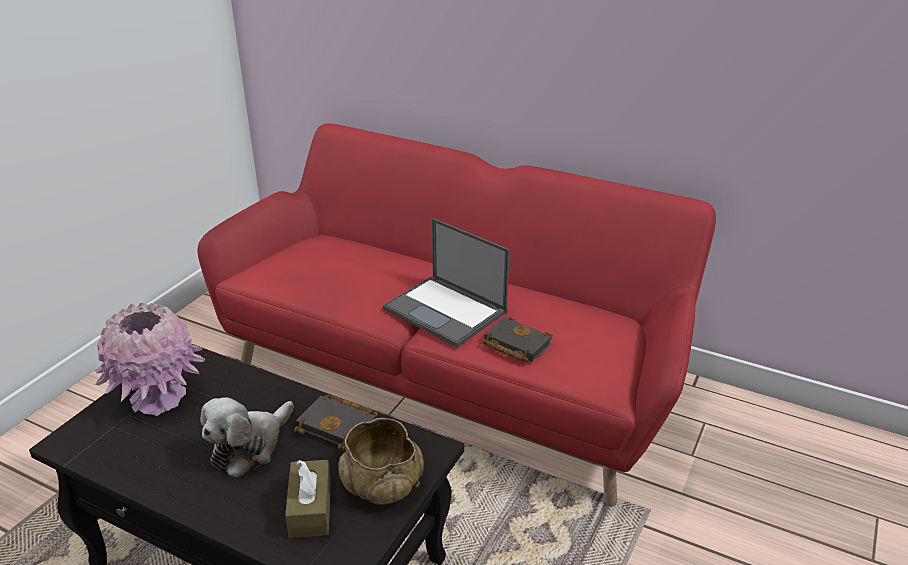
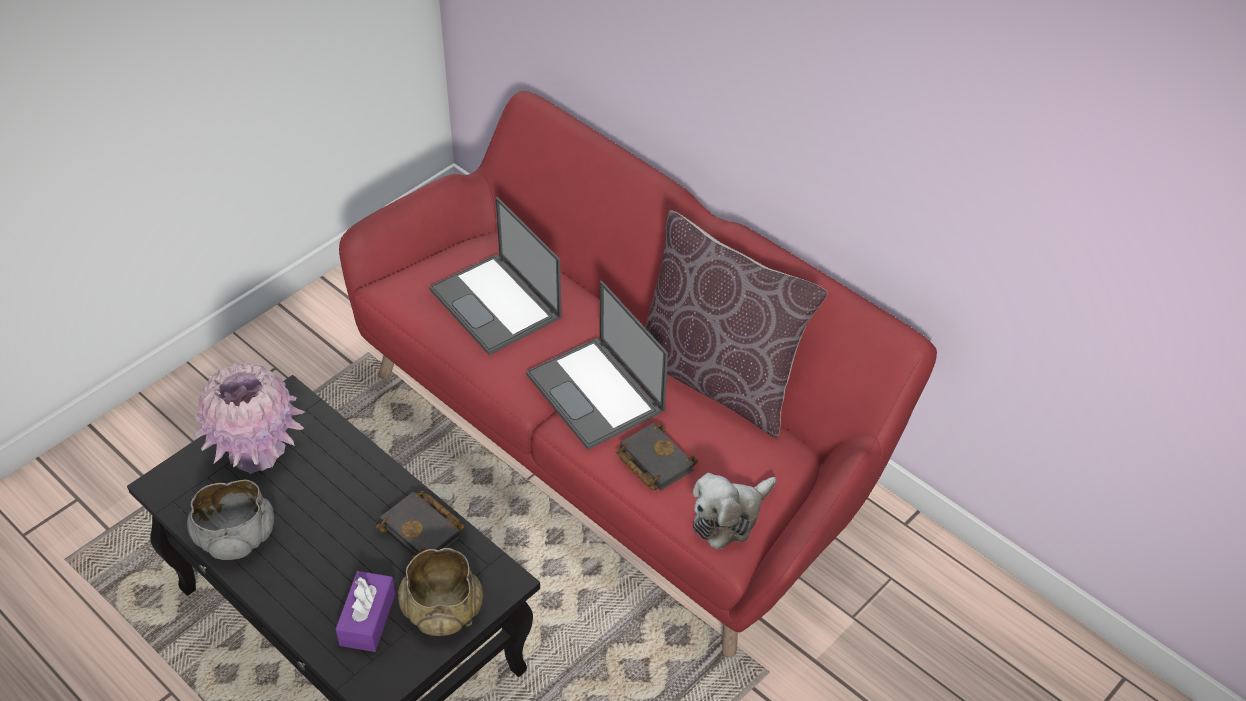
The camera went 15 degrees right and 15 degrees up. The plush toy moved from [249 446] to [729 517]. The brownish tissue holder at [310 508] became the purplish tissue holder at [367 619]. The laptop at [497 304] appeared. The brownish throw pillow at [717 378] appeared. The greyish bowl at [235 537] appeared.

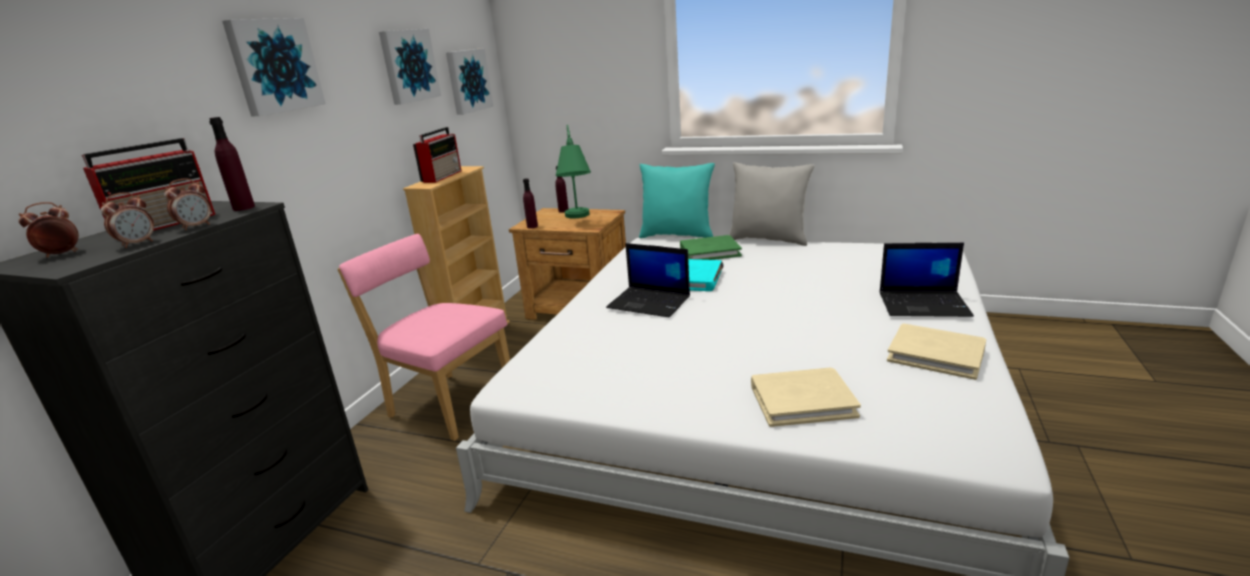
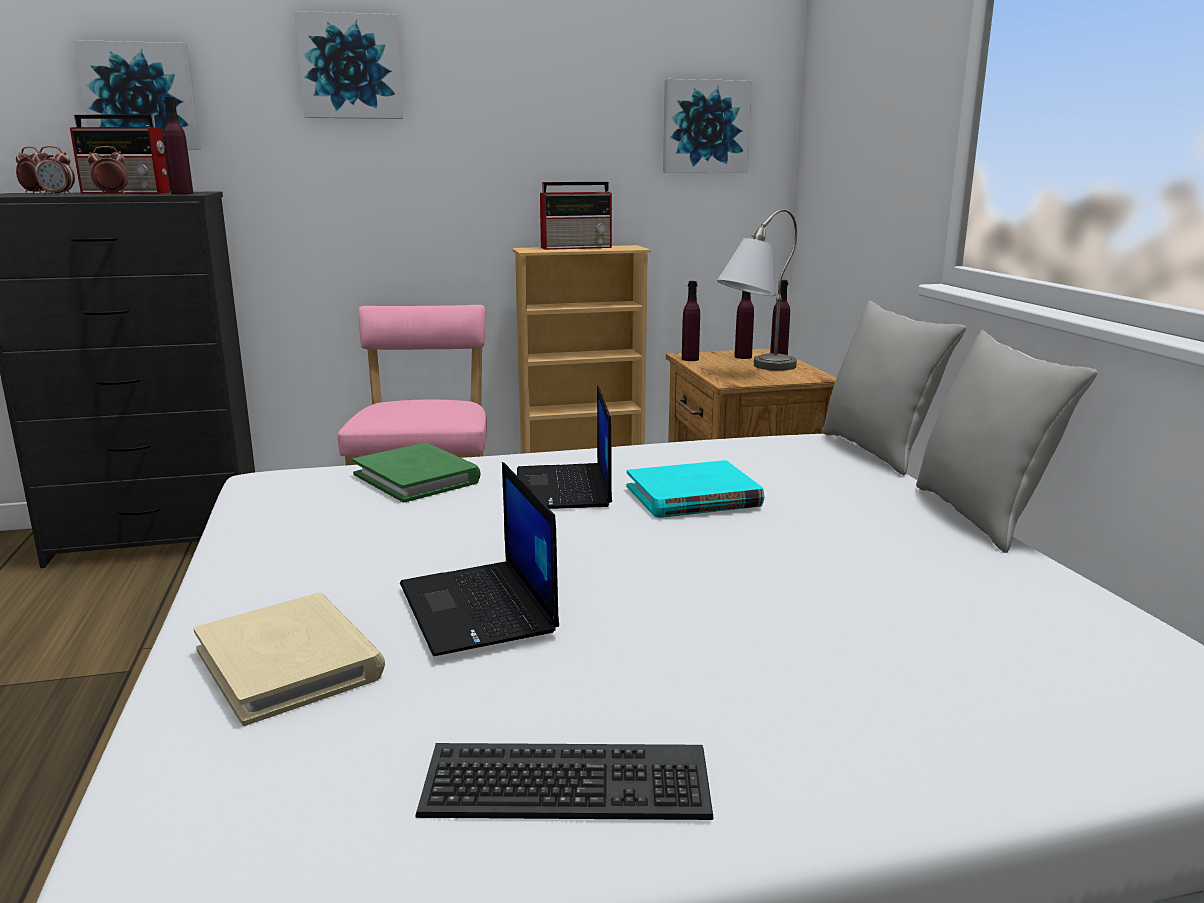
The camera went 55 degrees right and 5 degrees down. The wall picture moved from [408 66] to [140 97]. The green table lamp at [577 219] became the greyish table lamp at [754 369]. The turquoise throw pillow at [677 235] became the greyish throw pillow at [878 451]. The table clock at [196 226] turned 150 degrees clockwise. The green bound book moved from [710 252] to [417 478]. The laptop moved from [924 304] to [479 608]. The sand-coloured bound book at [936 354] was replaced by the computer keyboard at [566 785]. The purplish bottle at [743 357] appeared.

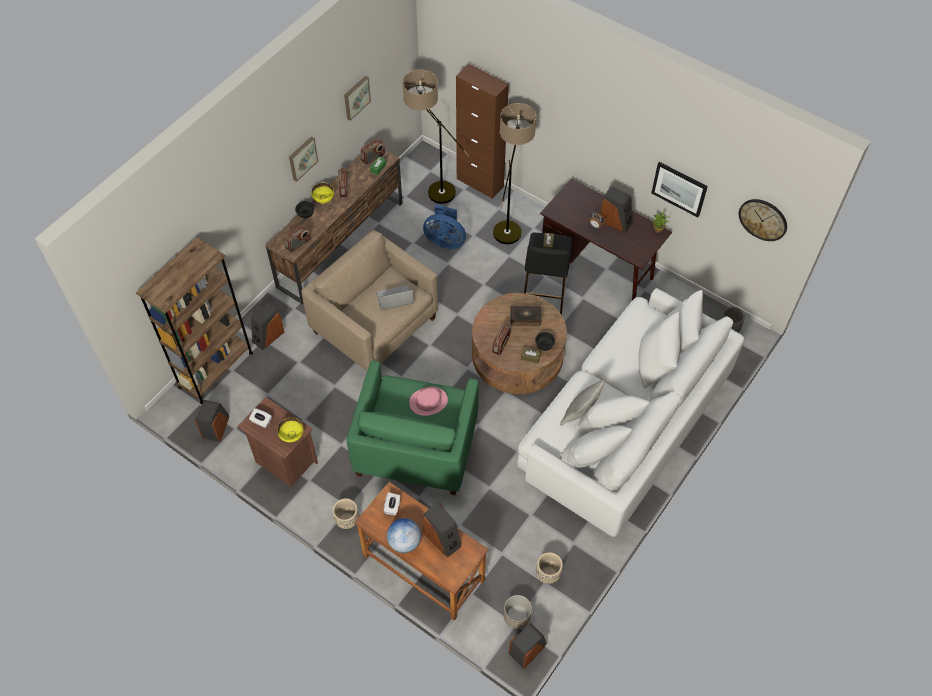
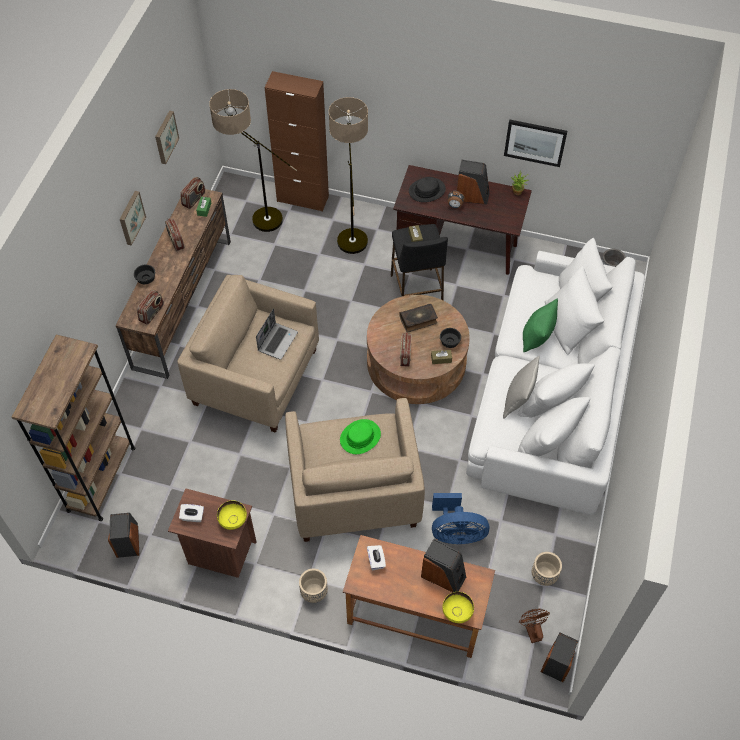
The camera went 20 degrees left and 0 degrees up. The yellowish bowl moved from [324 200] to [457 613]. The wall clock at [763 219] disappeared. The blue-coloured electric fan moved from [445 241] to [456 533]. The laptop at [394 299] turned 150 degrees clockwise. The speaker at [268 336] disappeared. The green lounge chair at [416 447] became the sand-coloured lounge chair at [353 490]. The pinkish clothing hat at [428 401] became the green clothing hat at [360 437]. The world globe at [404 542] disappeared. The flower pot at [516 616] was replaced by the brownish electric fan at [532 630]. The black-coloured clothing hat at [427 190] appeared. The green throw pillow at [537 337] appeared.

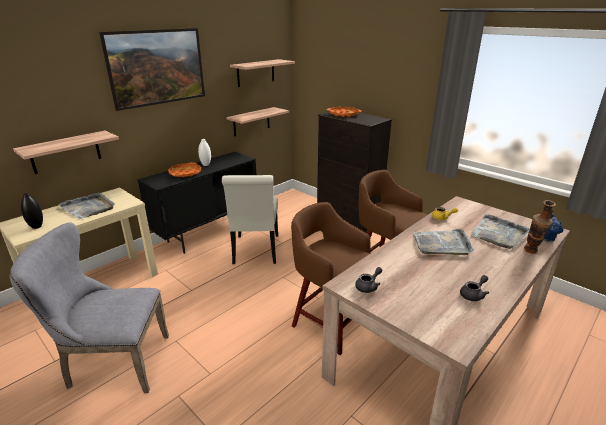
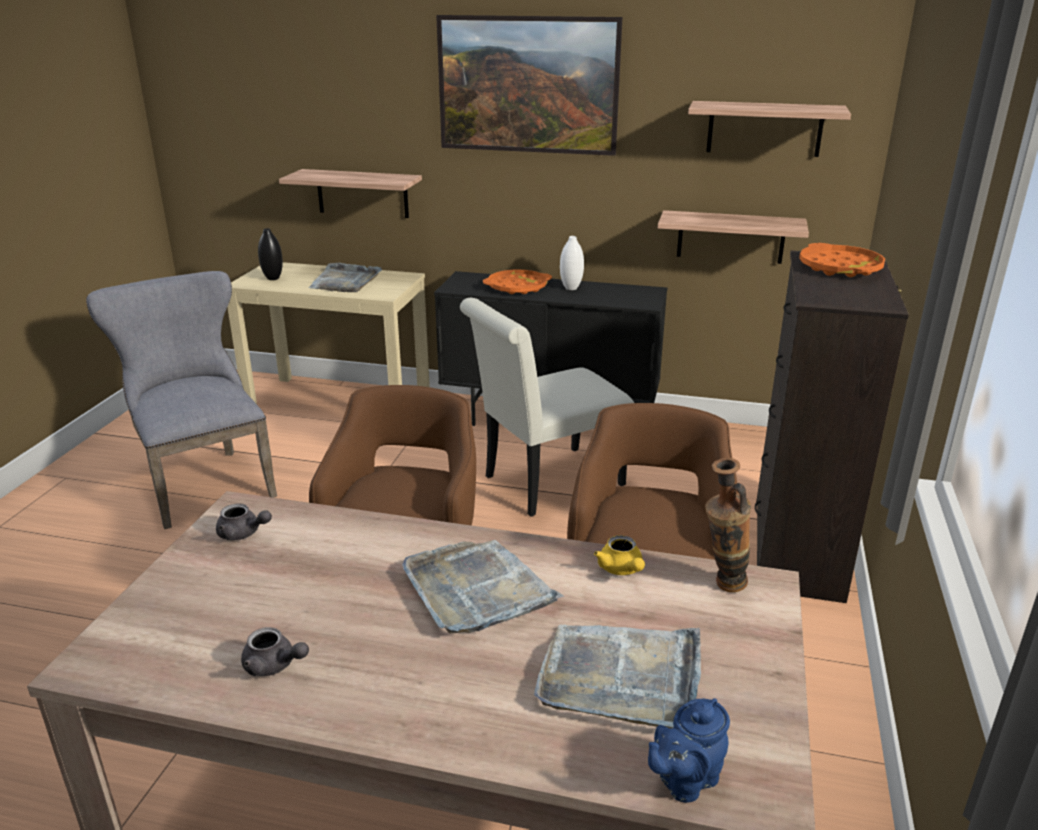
The camera went 60 degrees right and 0 degrees up. The decorative vase moved from [531 252] to [721 586].

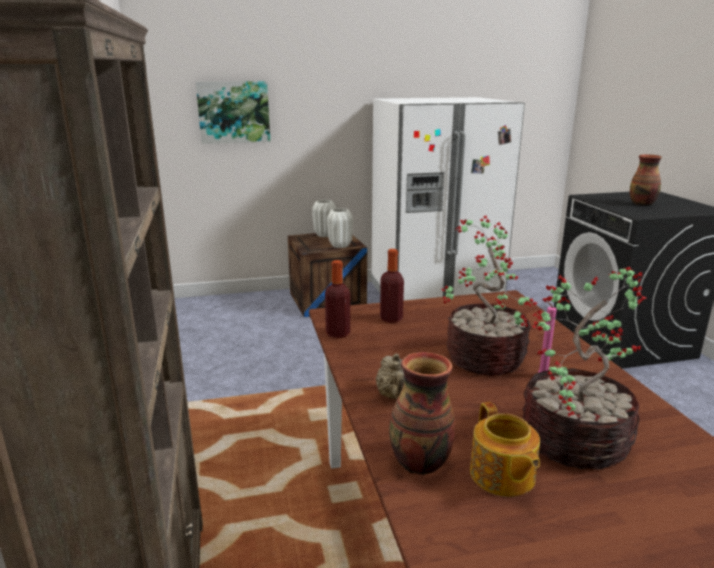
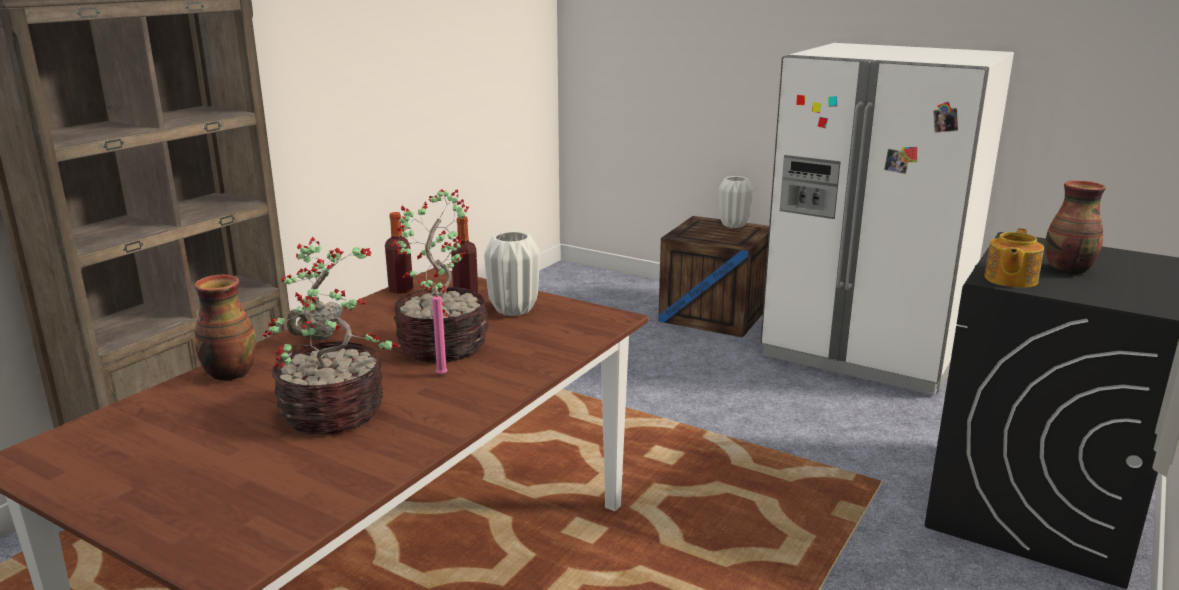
The camera went 45 degrees right and 0 degrees up. The wall picture at [234 112] disappeared. The white decorative vase moved from [340 246] to [513 310]. The tea pot moved from [502 476] to [1009 279].

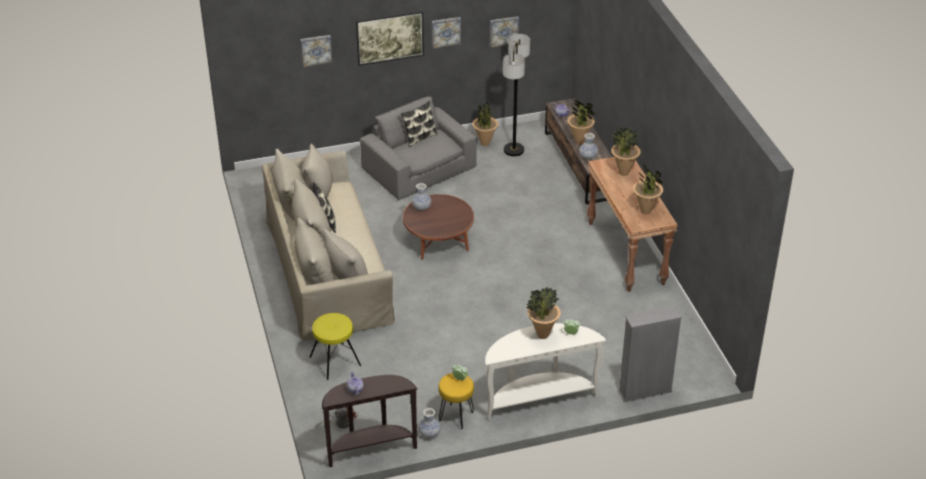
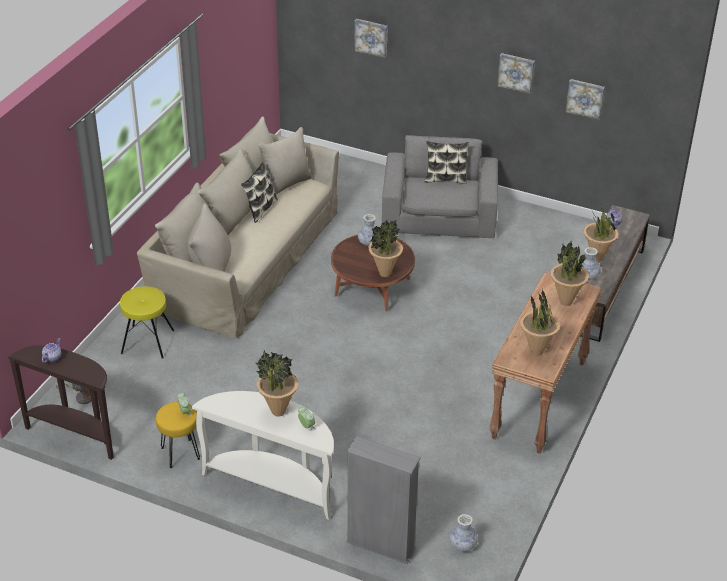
The camera went 40 degrees right and 0 degrees up. The wall picture at [390 49] disappeared. The standard lamp at [514 150] disappeared. The houseplant moved from [485 144] to [385 274]. The decorative vase moved from [429 433] to [462 545].

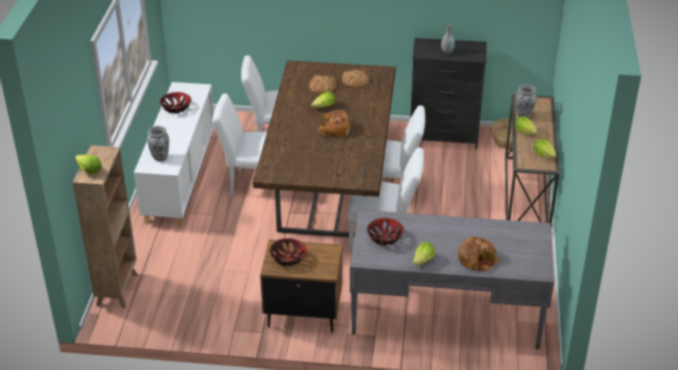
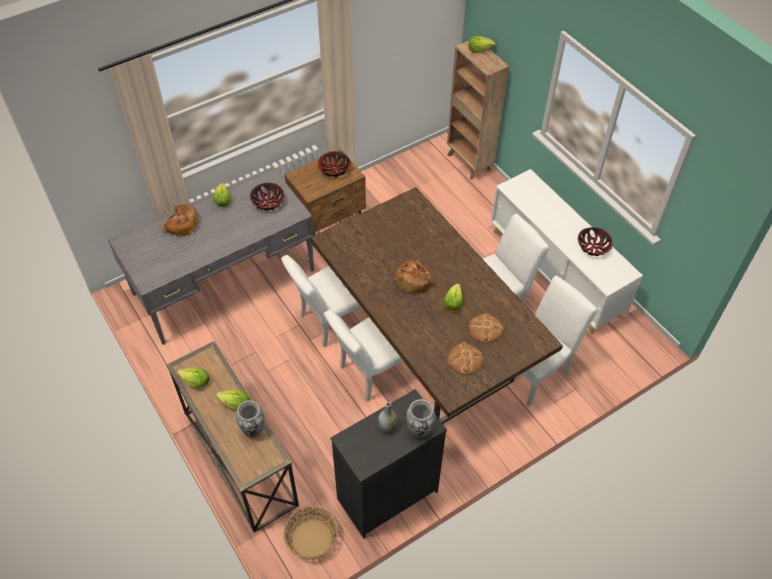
The camera went 140 degrees right and 15 degrees up. The decorative vase moved from [160 157] to [419 431].

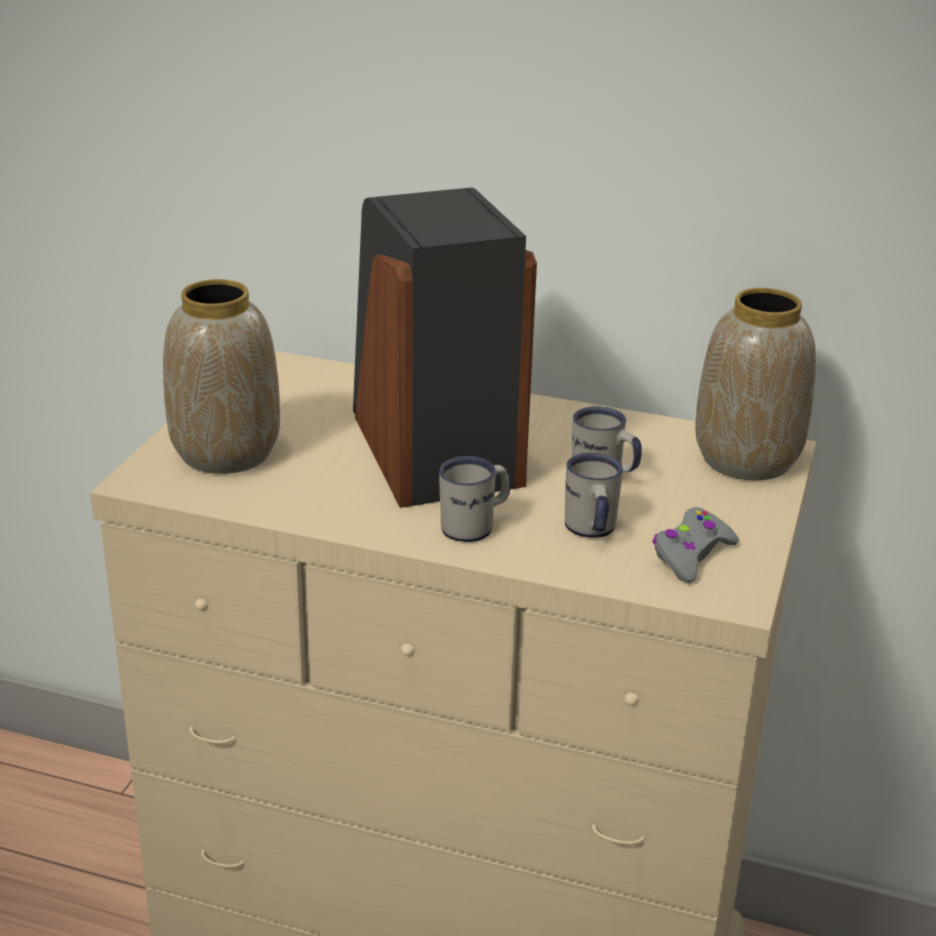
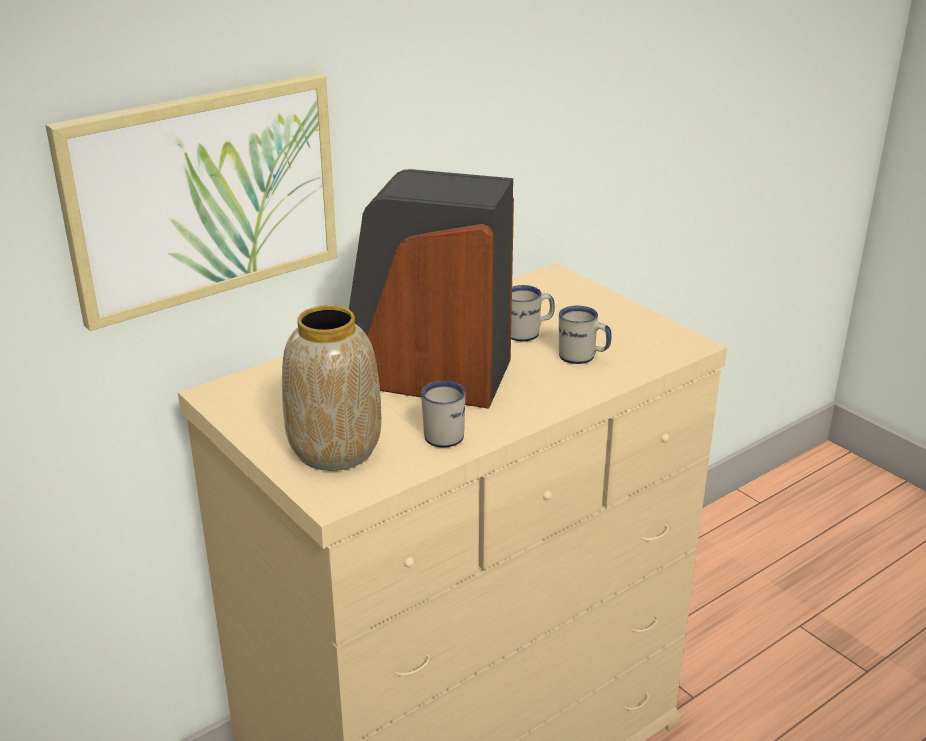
The camera went 55 degrees left and 0 degrees up. The decorative vase at [745 459] disappeared. The white tea mug moved from [475 526] to [444 432]. The greyish gamepad at [691 555] disappeared. The wall picture at [203 196] appeared.

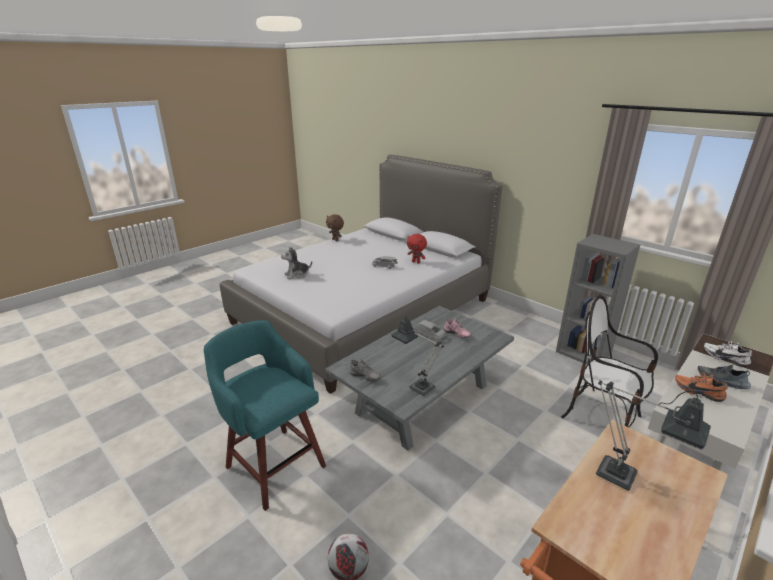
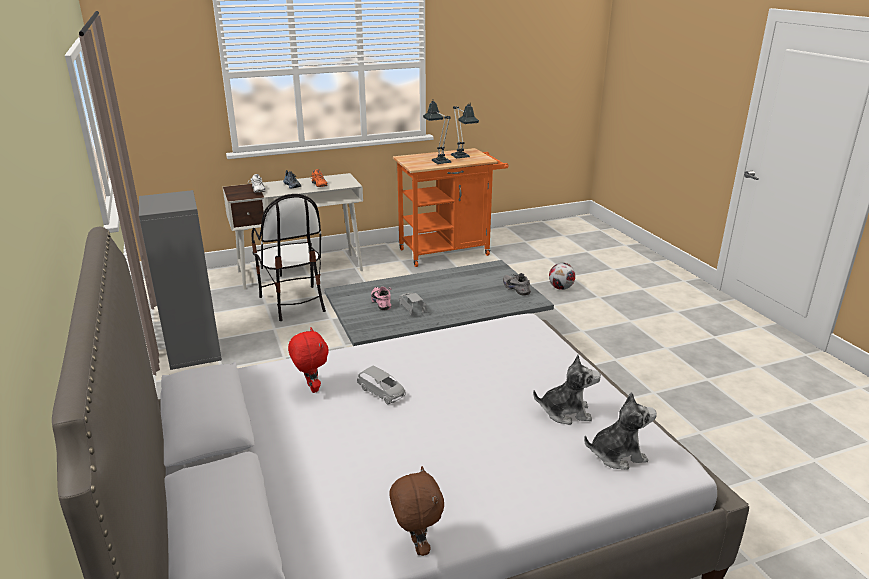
The camera went 155 degrees left and 0 degrees up. The table lamp moved from [417 385] to [462 158]. The turquoise sitting stool at [274 464] disappeared. The plush toy at [617 454] appeared.

